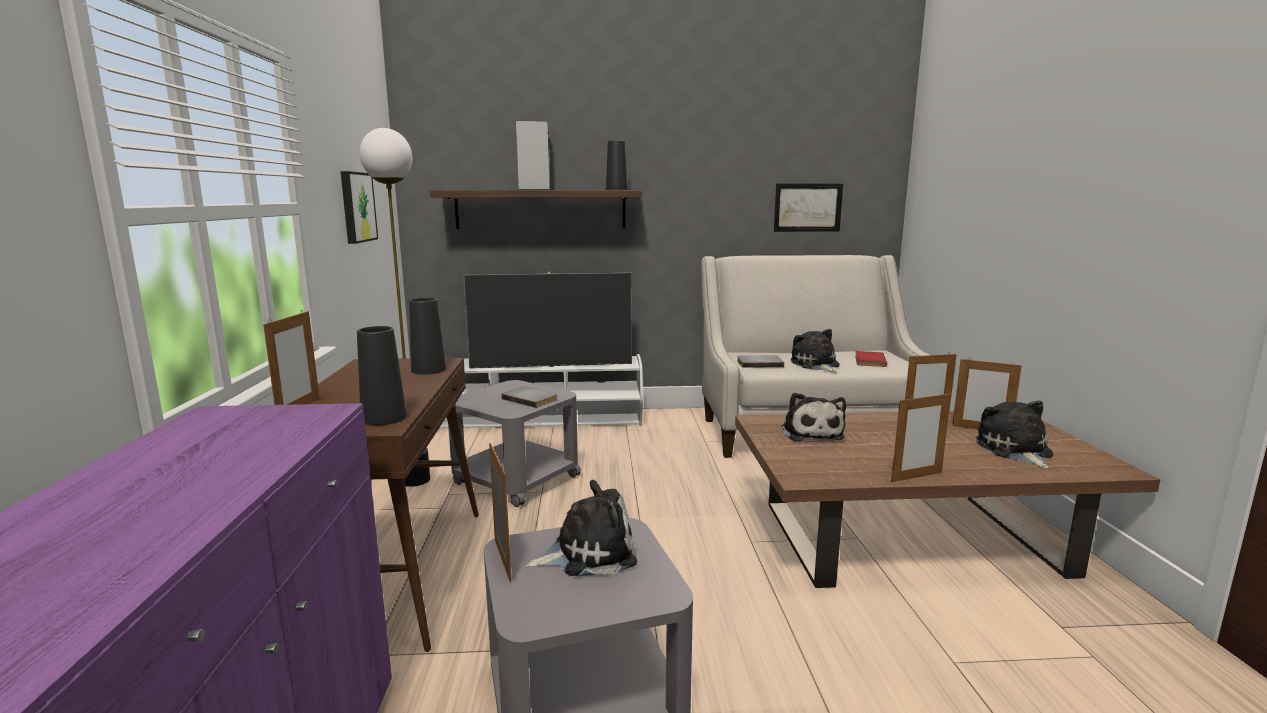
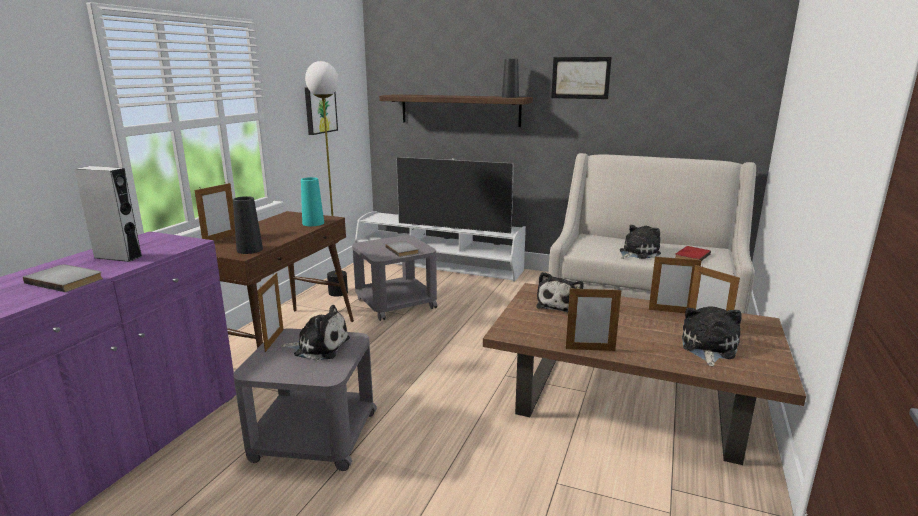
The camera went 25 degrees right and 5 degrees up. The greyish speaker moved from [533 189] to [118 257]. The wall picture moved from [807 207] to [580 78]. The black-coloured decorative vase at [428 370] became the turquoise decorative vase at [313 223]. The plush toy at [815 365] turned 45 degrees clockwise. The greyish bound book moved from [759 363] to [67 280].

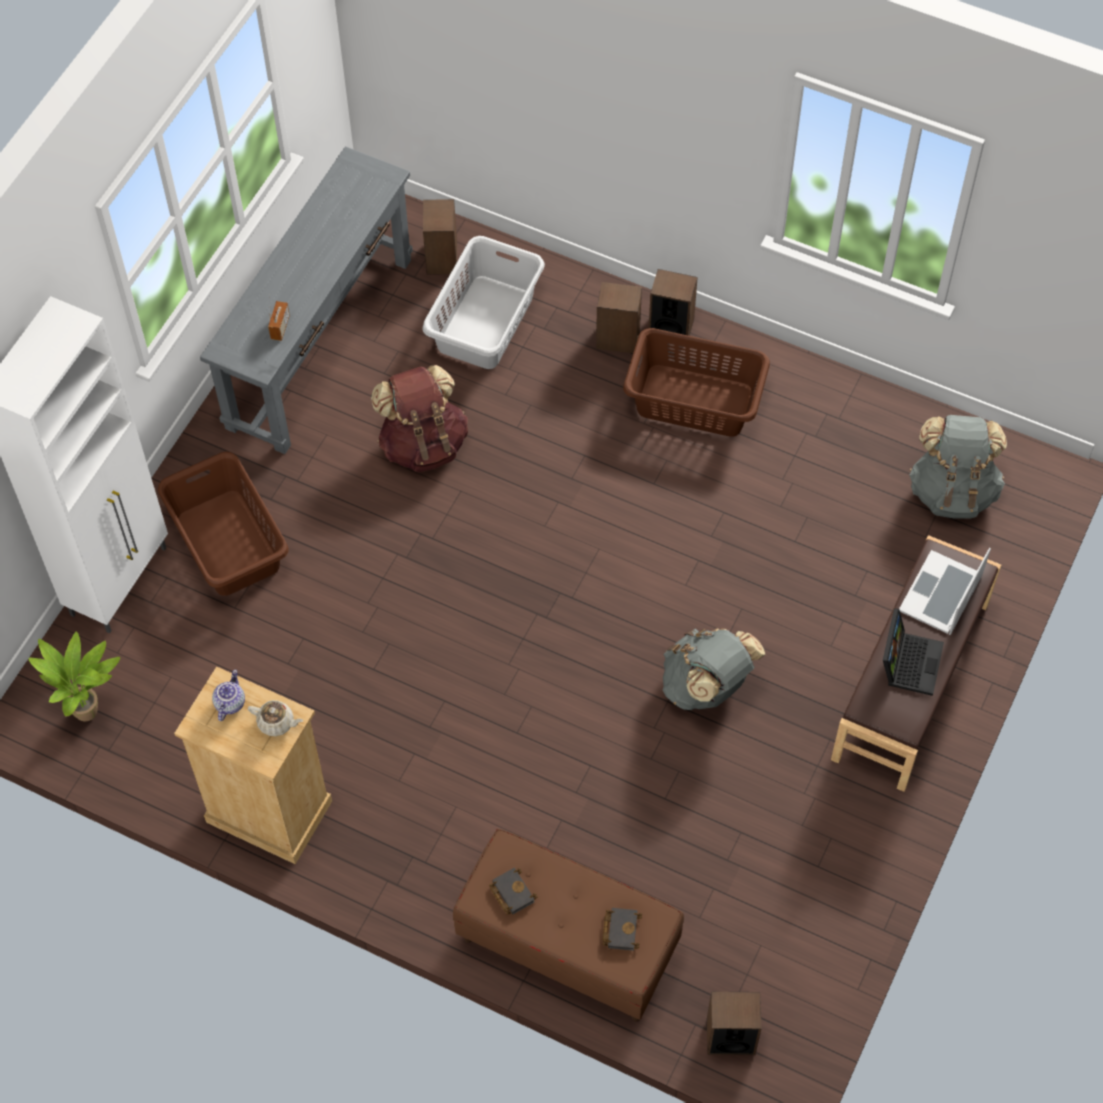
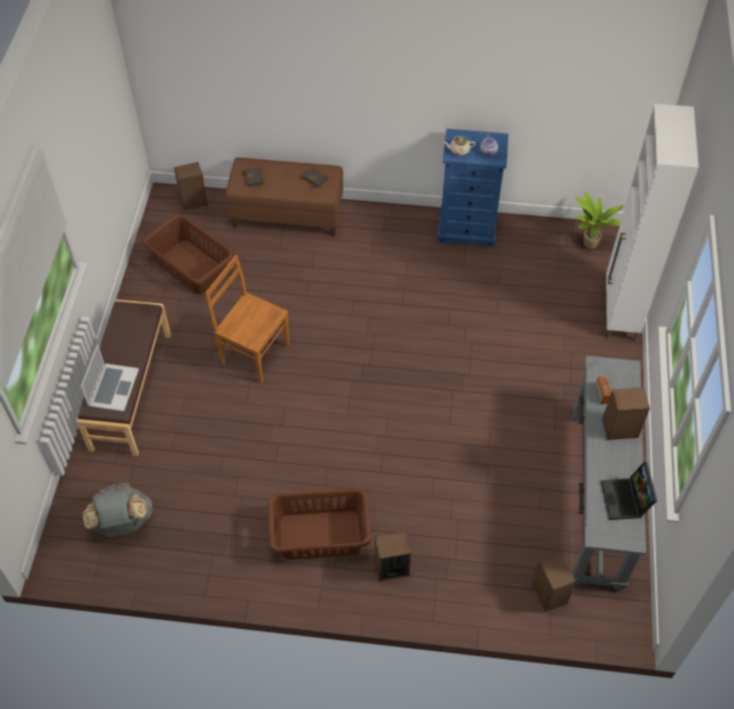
The camera went 160 degrees right and 5 degrees down. The greyish laundry basket at [486 322] disappeared. The speaker moved from [671 327] to [620 428]. The brownish rucksack at [423 443] disappeared. The brownish laundry basket moved from [228 544] to [192 266]. The laptop moved from [908 661] to [626 500]. The greyish rucksack at [707 686] was replaced by the brownish plain chair at [254 353]. The sand-coloured chest of drawers at [268 811] became the blue-coloured chest of drawers at [467 229].

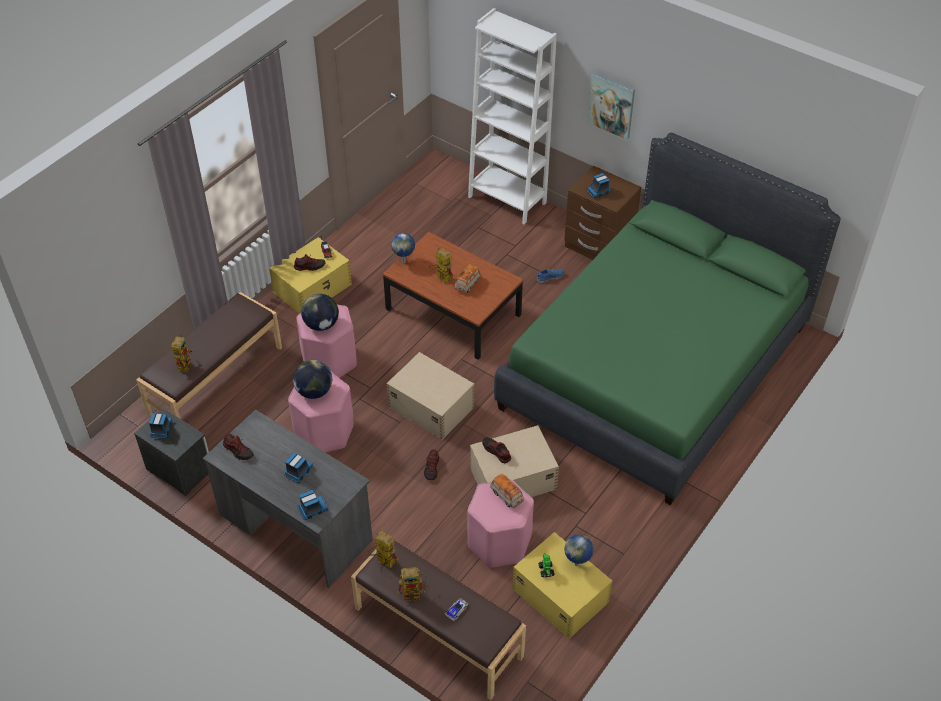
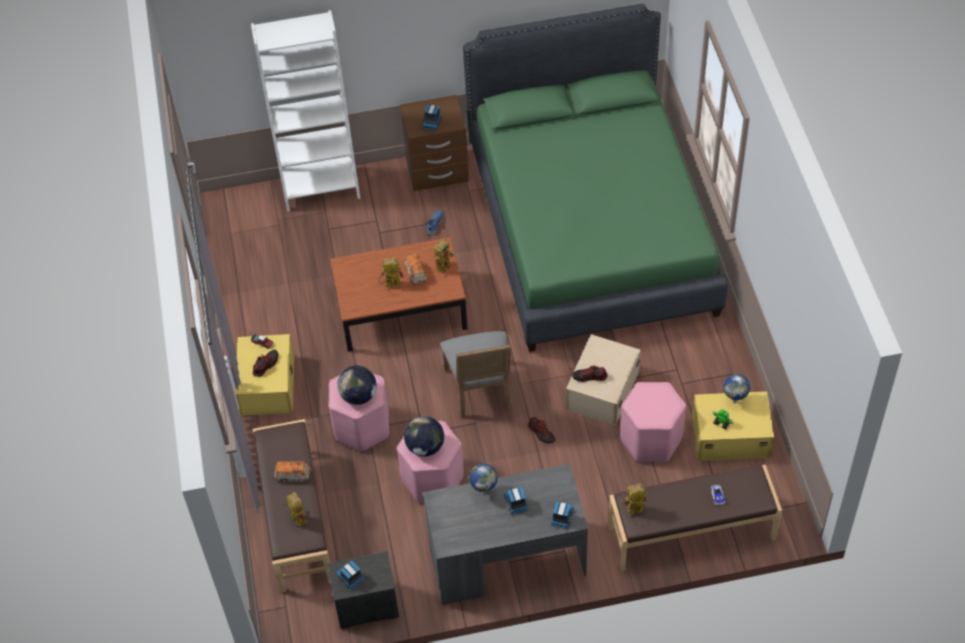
The camera went 45 degrees left and 5 degrees up. The wall picture at [611 105] disappeared. The world globe moved from [404 261] to [484 491]. The sand-coloured storage bin at [430 406] was replaced by the greyish plain chair at [480 392]. The shoe at [238 450] disappeared. The model car moved from [506 495] to [292 475]. The model robot moved from [415 594] to [444 264].

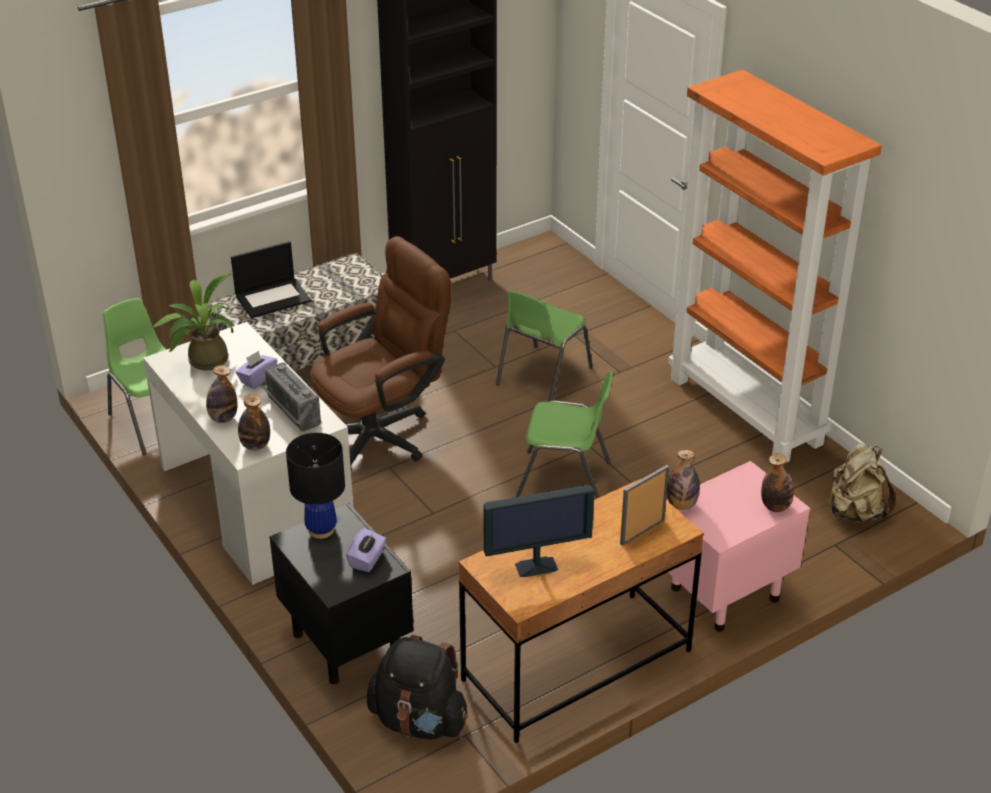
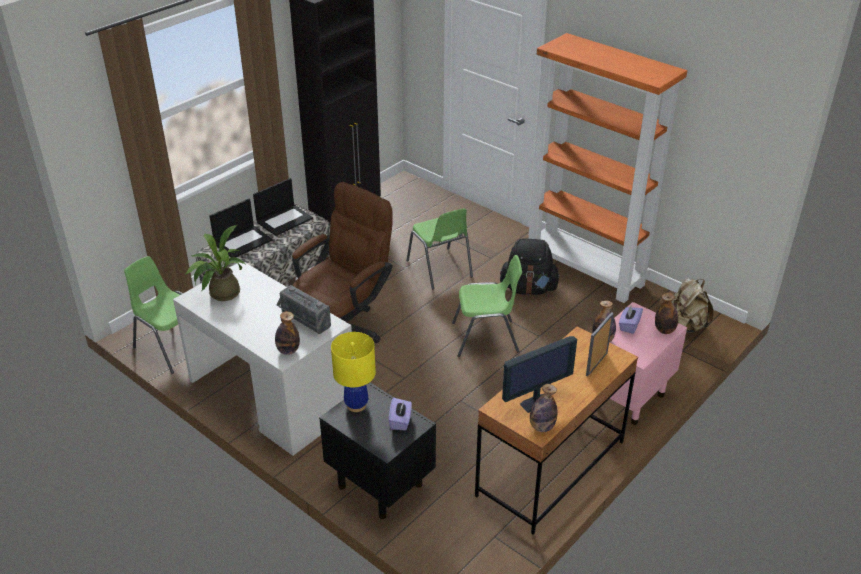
The camera went 15 degrees left and 0 degrees up. The green plain chair at [542 376] turned 45 degrees counterclockwise. The purplish tissue holder moved from [257 379] to [629 325]. The bottle moved from [223 418] to [541 427]. The black-coloured table lamp at [321 530] became the yellowish table lamp at [356 405]. The black-coloured rucksack moved from [419 721] to [528 289]. The laptop at [284 220] appeared.

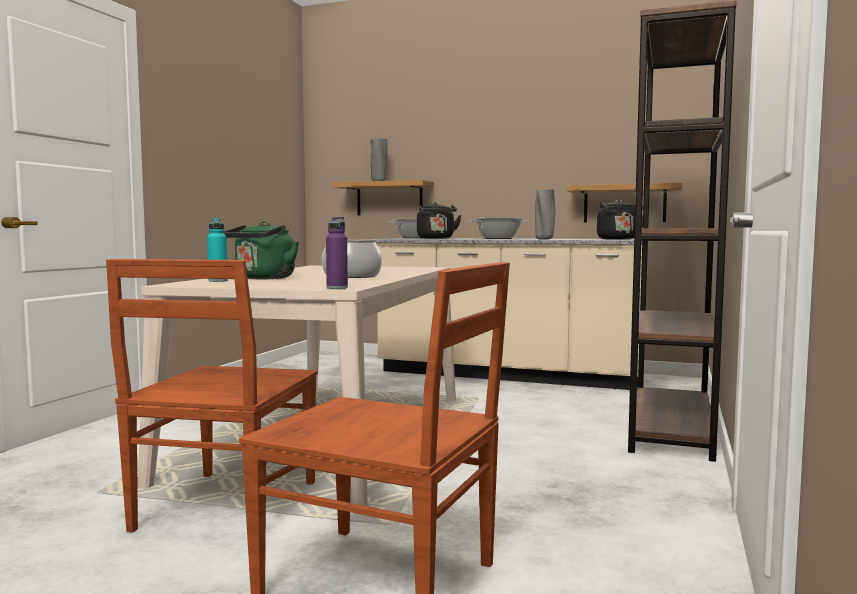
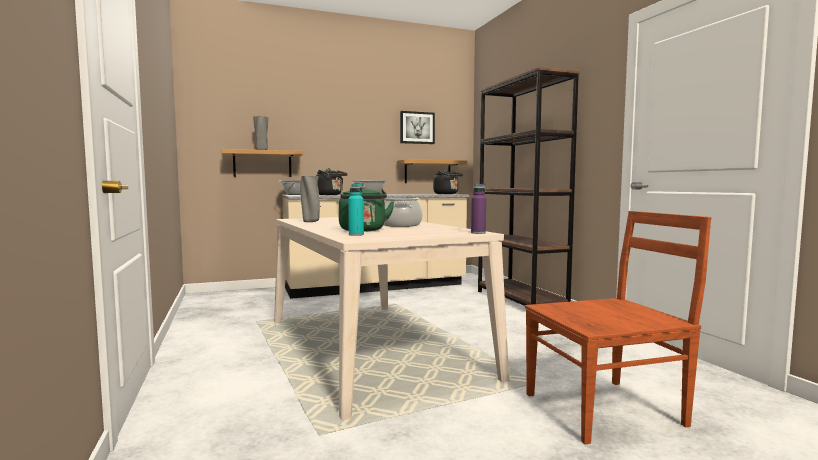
The camera went 40 degrees left and 0 degrees up. The greyish decorative vase moved from [544 239] to [310 222]. The brownish plain chair at [225 507] disappeared. The wall picture at [417 128] appeared.

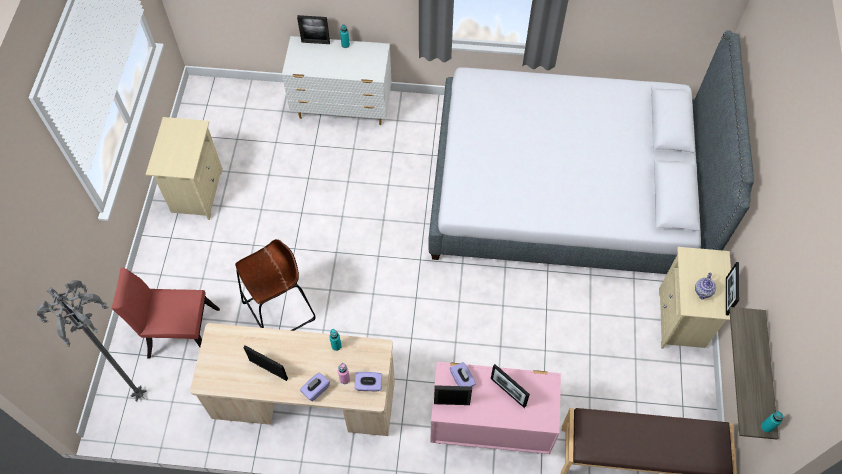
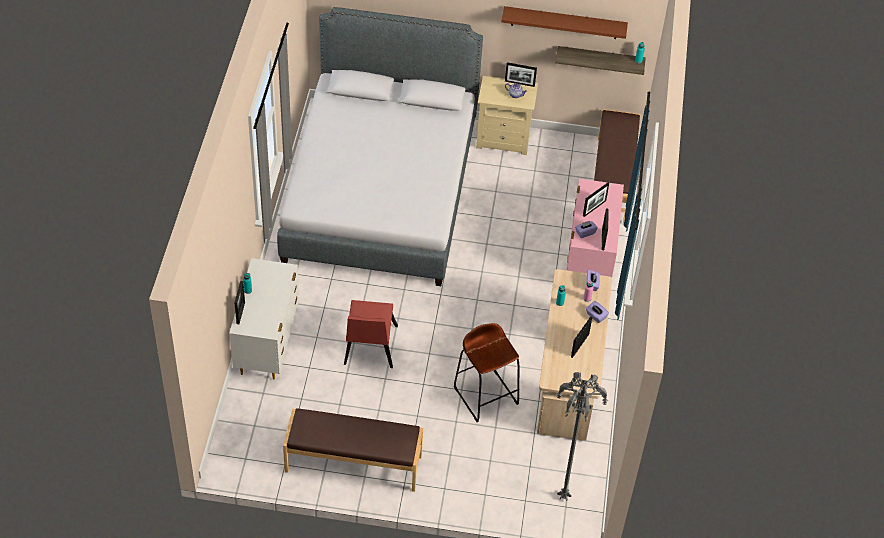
The camera went 90 degrees left and 10 degrees down. The sand-coloured nightstand at [196 191] was replaced by the brownish bench at [353 464]. The red plain chair moved from [178 332] to [369 348]. The brownish wall shelf at [564 23] appeared.

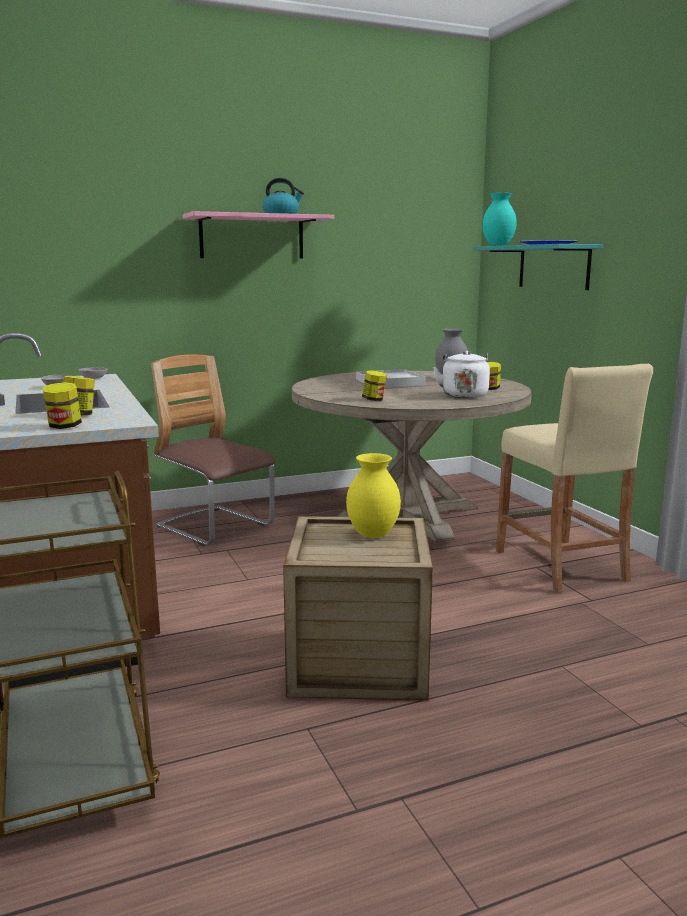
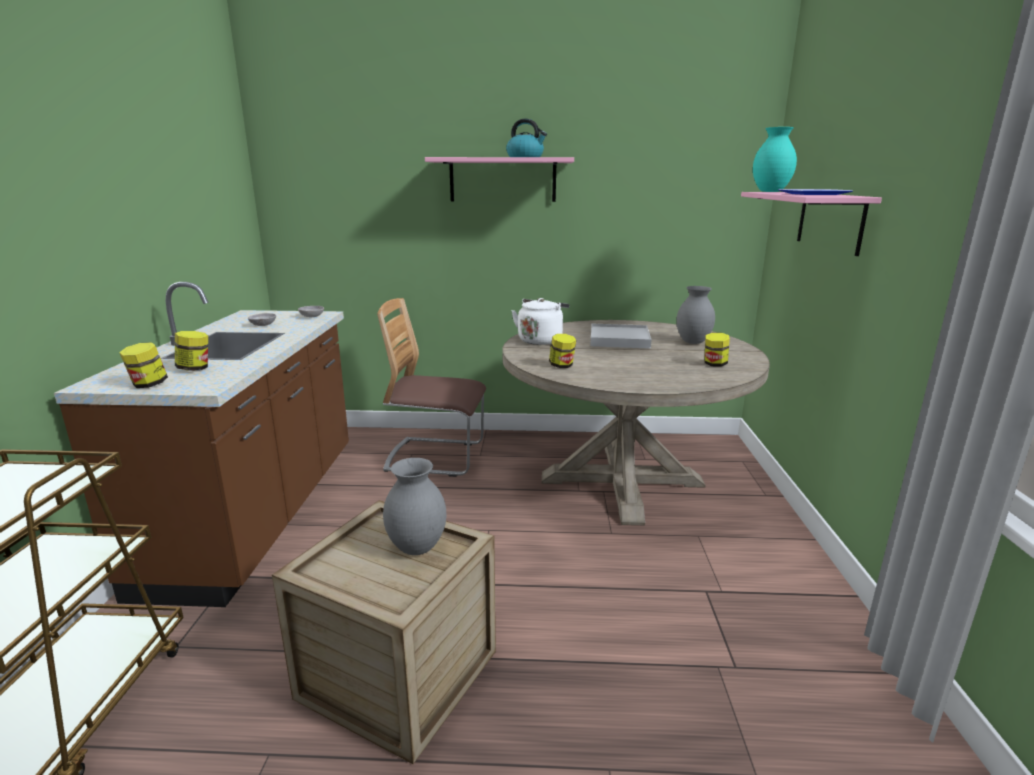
The camera went 25 degrees right and 5 degrees up. The turquoise wall shelf at [553 267] became the pinkish wall shelf at [830 221]. The white kettle moved from [463 395] to [540 340]. The plain chair at [215 527] turned 60 degrees counterclockwise. The sand-coloured sitting stool at [560 565] disappeared. The yellowish decorative vase at [372 535] became the greyish decorative vase at [416 548].

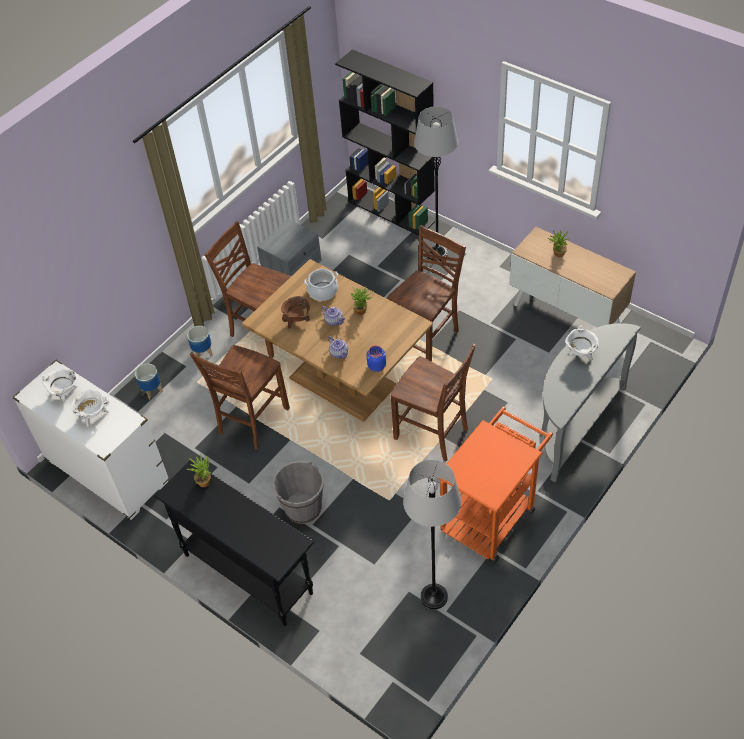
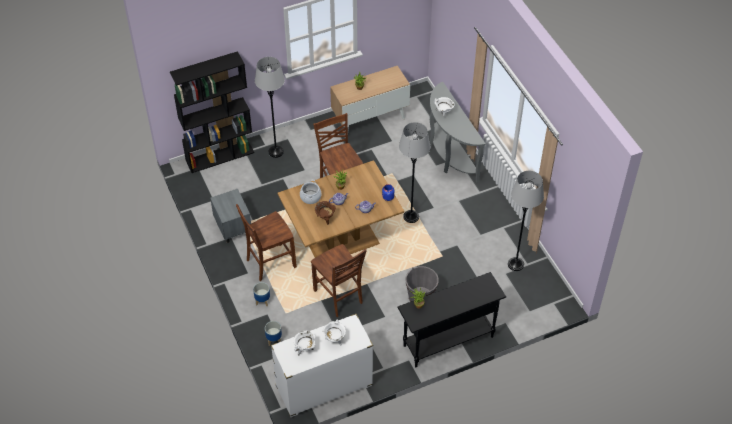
The camera went 65 degrees left and 0 degrees up. The brownish plain chair at [432 434] was replaced by the greyish standard lamp at [411 217]. The orangey cart at [492 514] disappeared.

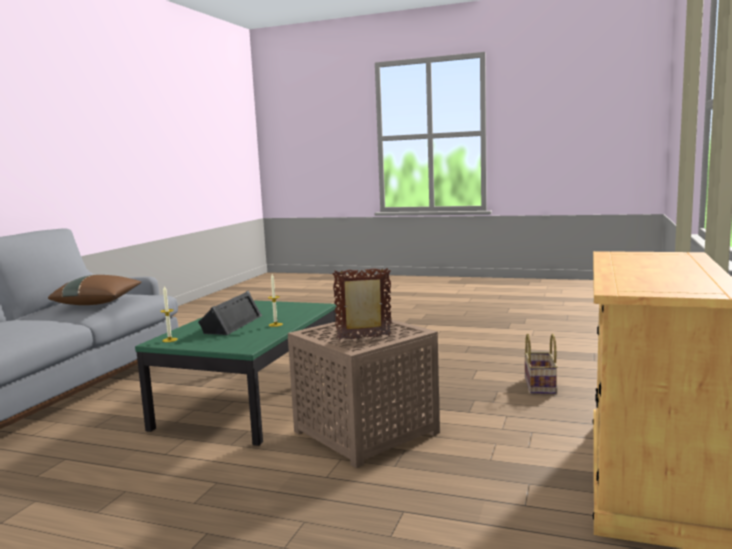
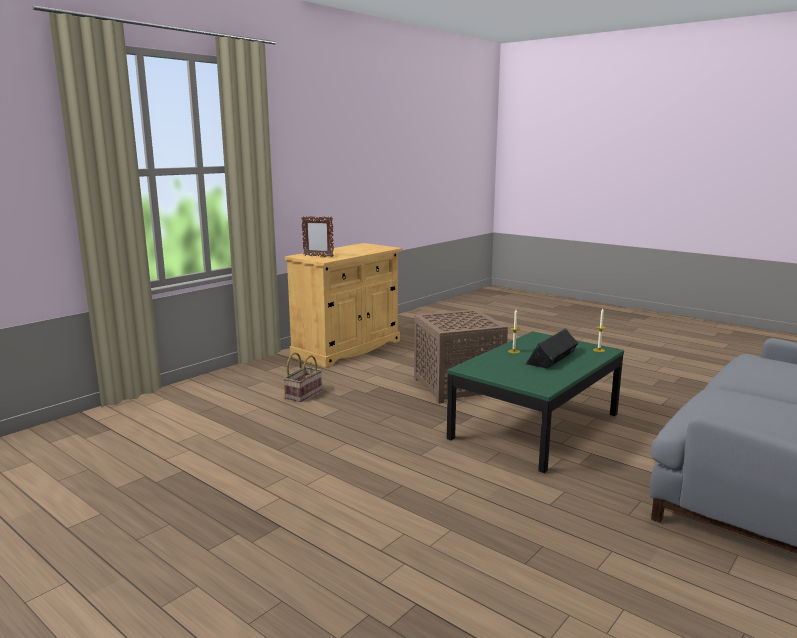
The camera went 160 degrees left and 5 degrees up. The photo frame moved from [364 338] to [318 256]. The brownish throw pillow at [98 303] disappeared.

